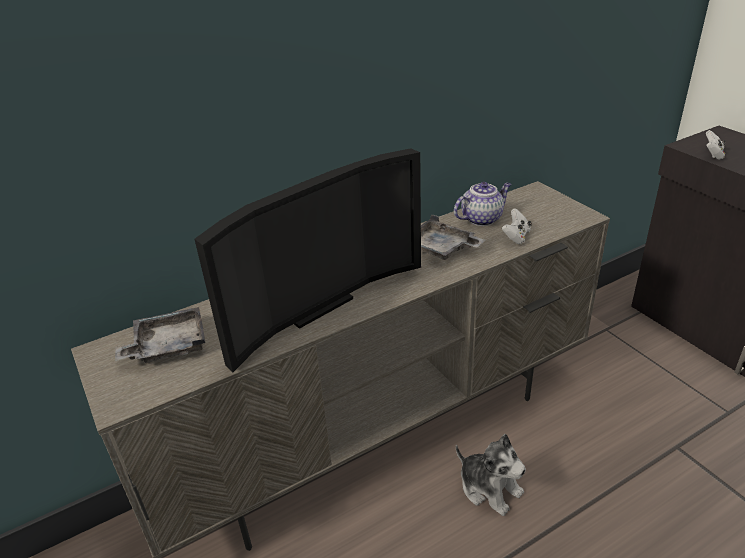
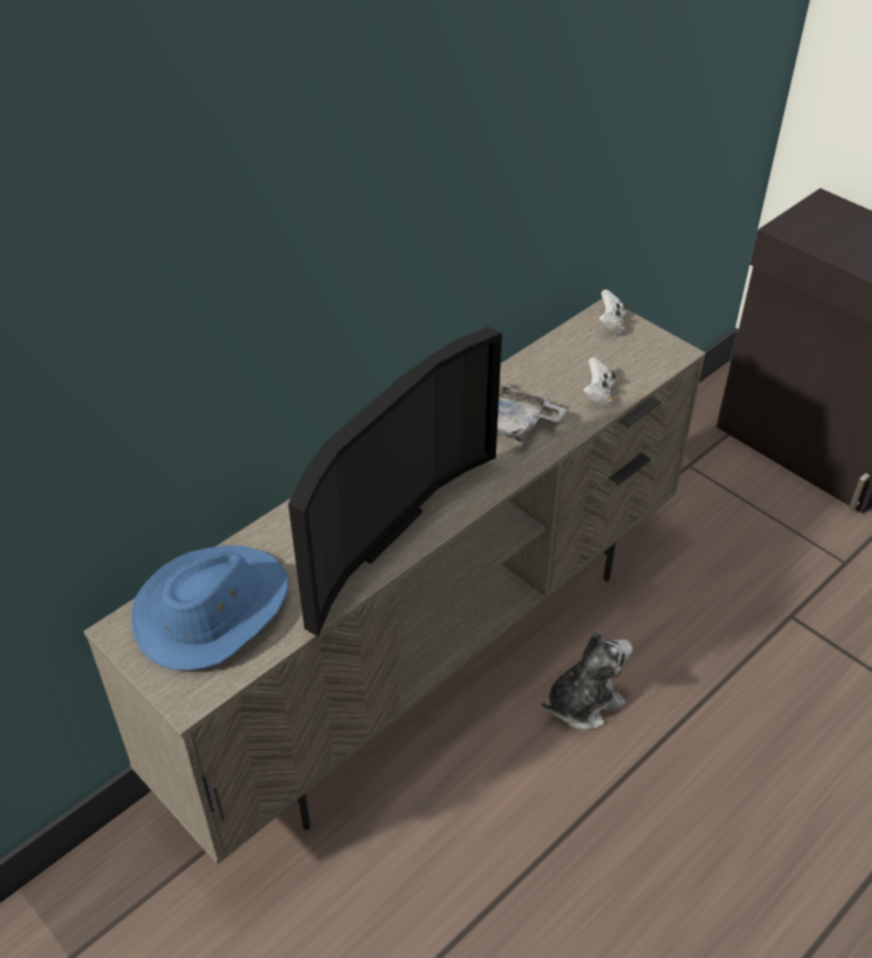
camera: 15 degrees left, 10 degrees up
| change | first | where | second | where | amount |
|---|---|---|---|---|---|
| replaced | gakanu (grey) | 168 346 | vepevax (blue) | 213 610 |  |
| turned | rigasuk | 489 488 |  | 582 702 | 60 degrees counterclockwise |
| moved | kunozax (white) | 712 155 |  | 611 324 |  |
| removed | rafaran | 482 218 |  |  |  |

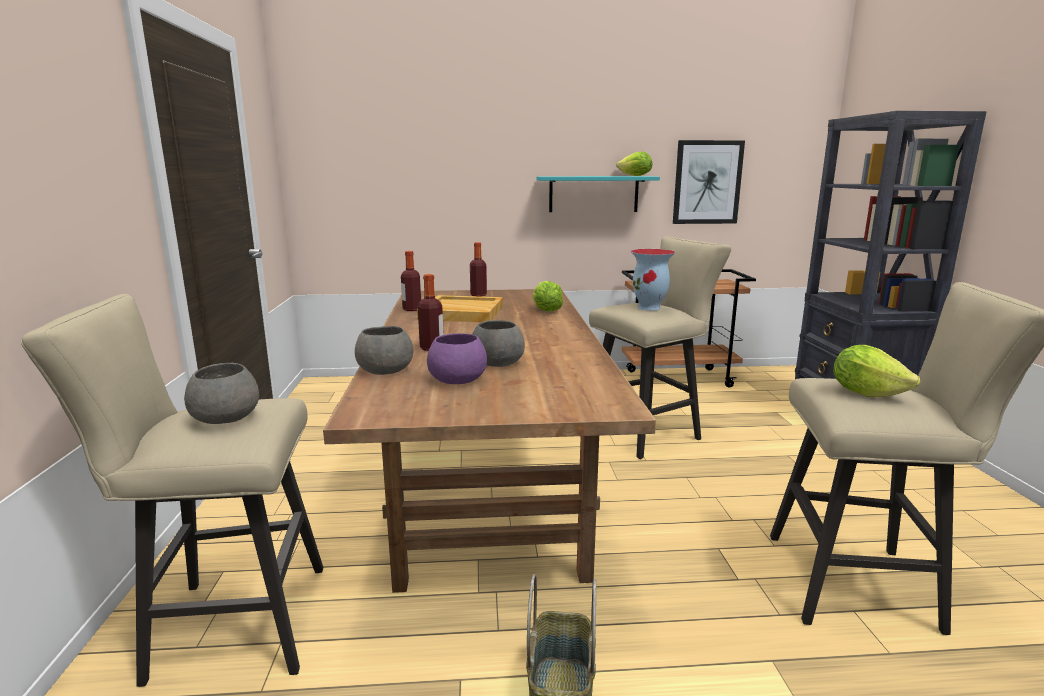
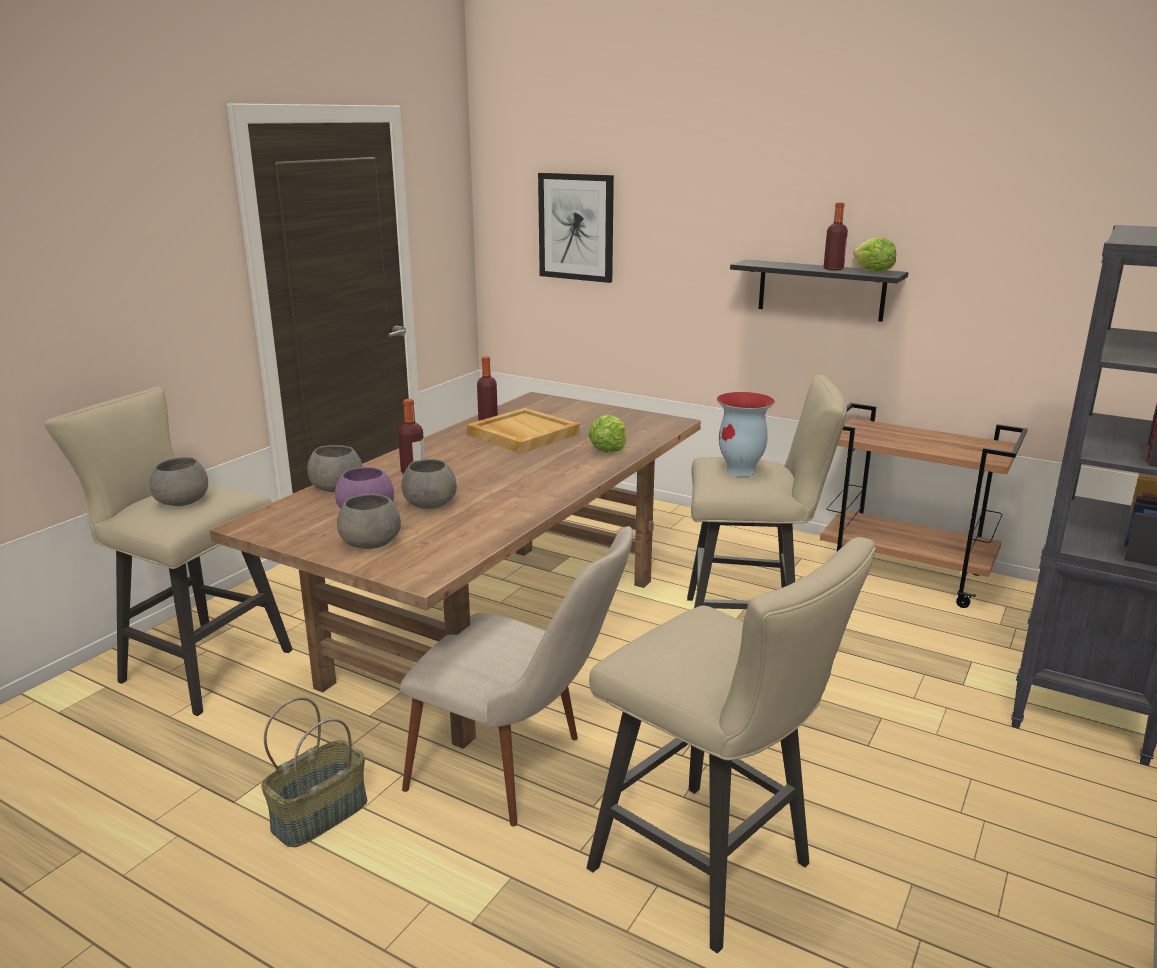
camera: 35 degrees right, 5 degrees up
| change | first | where | second | where | amount |
|---|---|---|---|---|---|
| added |  |  | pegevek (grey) | 372 542 |  |
| added |  |  | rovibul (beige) | 521 771 |  |
| moved | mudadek | 707 182 |  | 576 227 |  |
| recoloured | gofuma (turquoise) | 593 194 | gofuma (black) | 821 290 |  |
| moved | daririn | 478 295 |  | 833 269 |  |
| removed | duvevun | 866 393 |  |  |  |

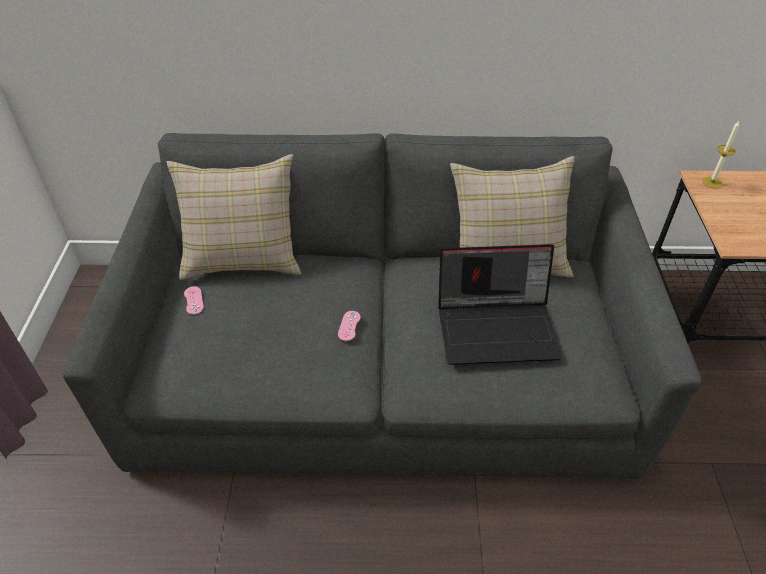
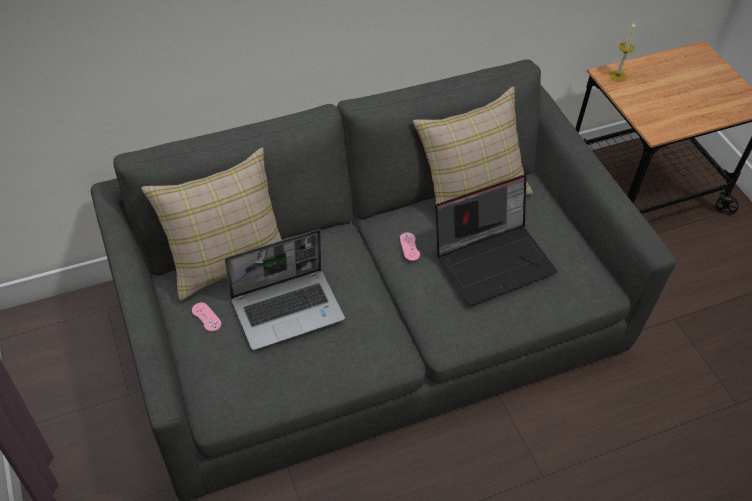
camera: 25 degrees left, 5 degrees up
| change | first | where | second | where | amount |
|---|---|---|---|---|---|
| added |  |  | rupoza | 288 309 |  |
| moved | kunozax (pink) | 349 326 |  | 409 246 |  |

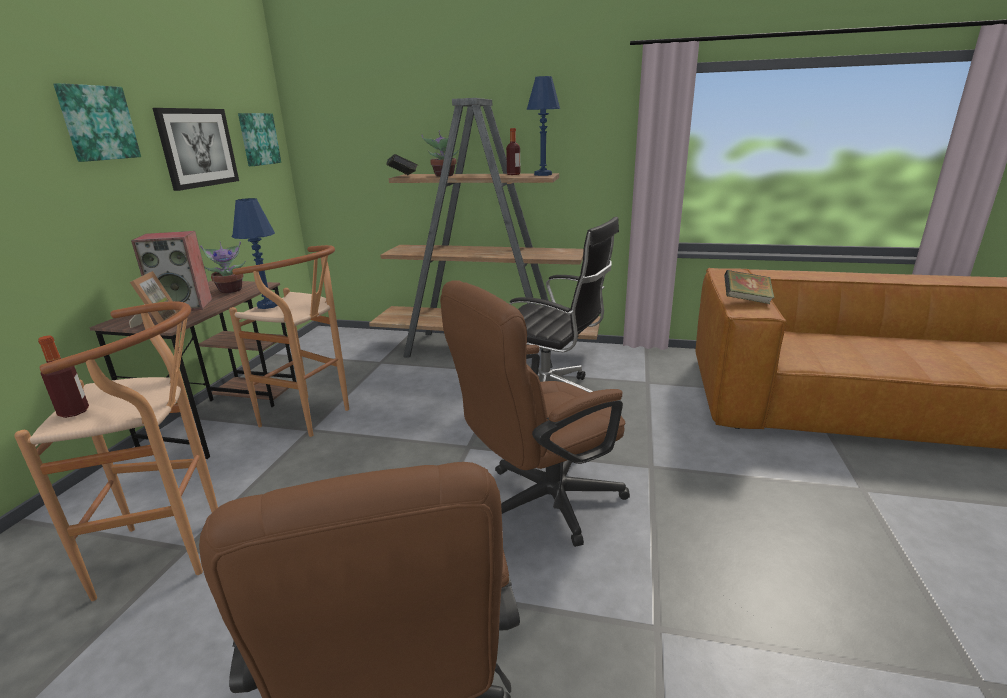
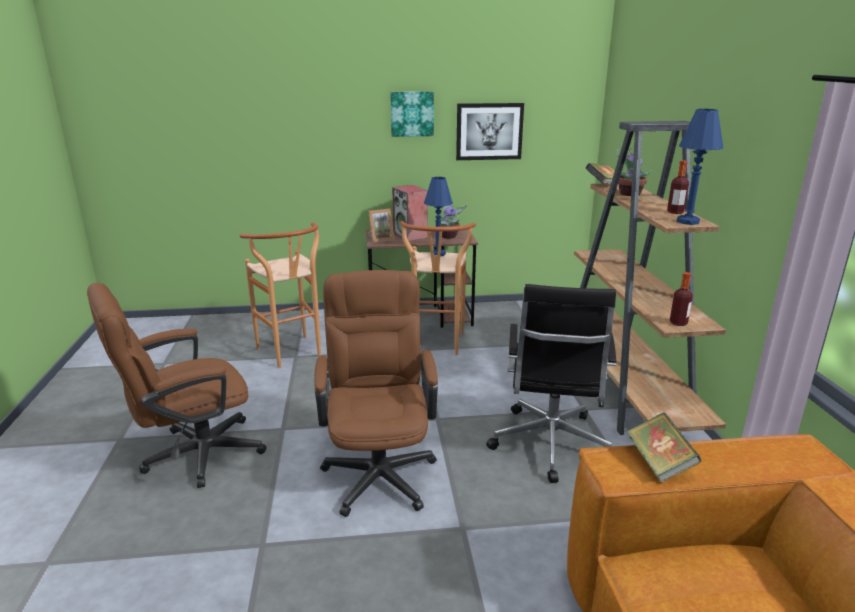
camera: 70 degrees right, 0 degrees up
| change | first | where | second | where | amount |
|---|---|---|---|---|---|
| turned | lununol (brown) | 539 502 |  | 379 468 | 45 degrees clockwise |
| moved | daririn | 74 412 |  | 678 323 |  |
| removed | mudadek | 258 139 |  |  |  |

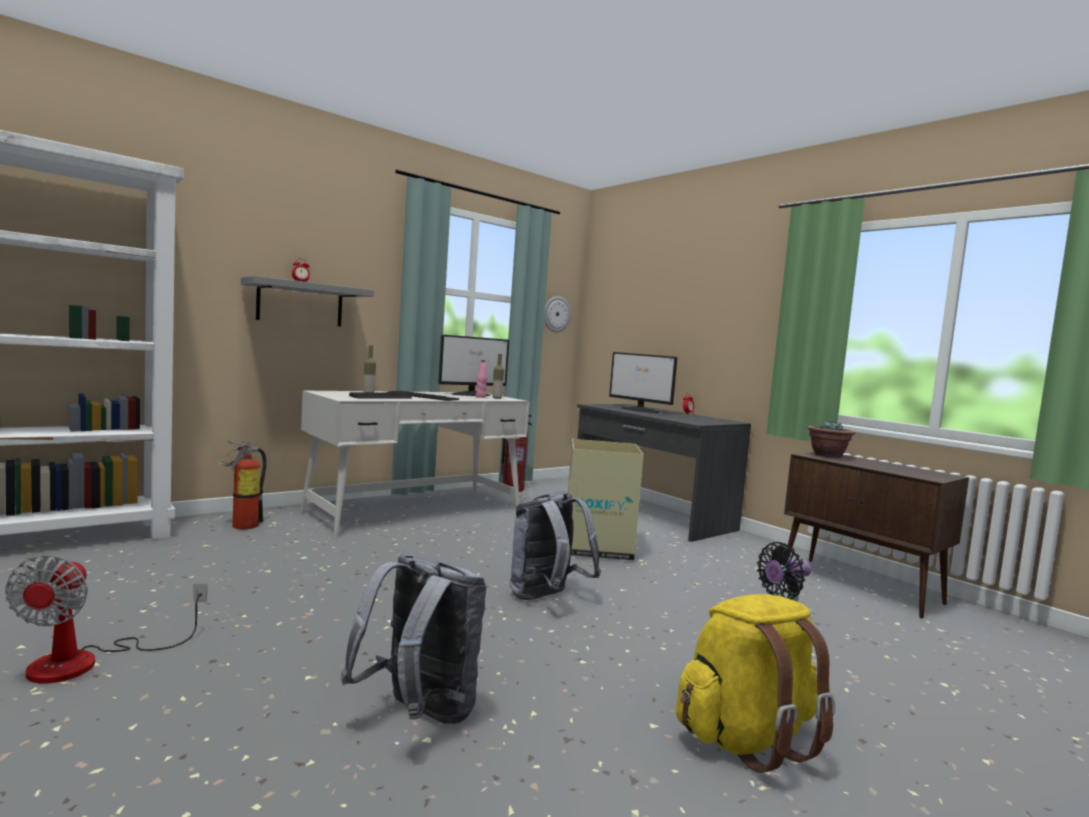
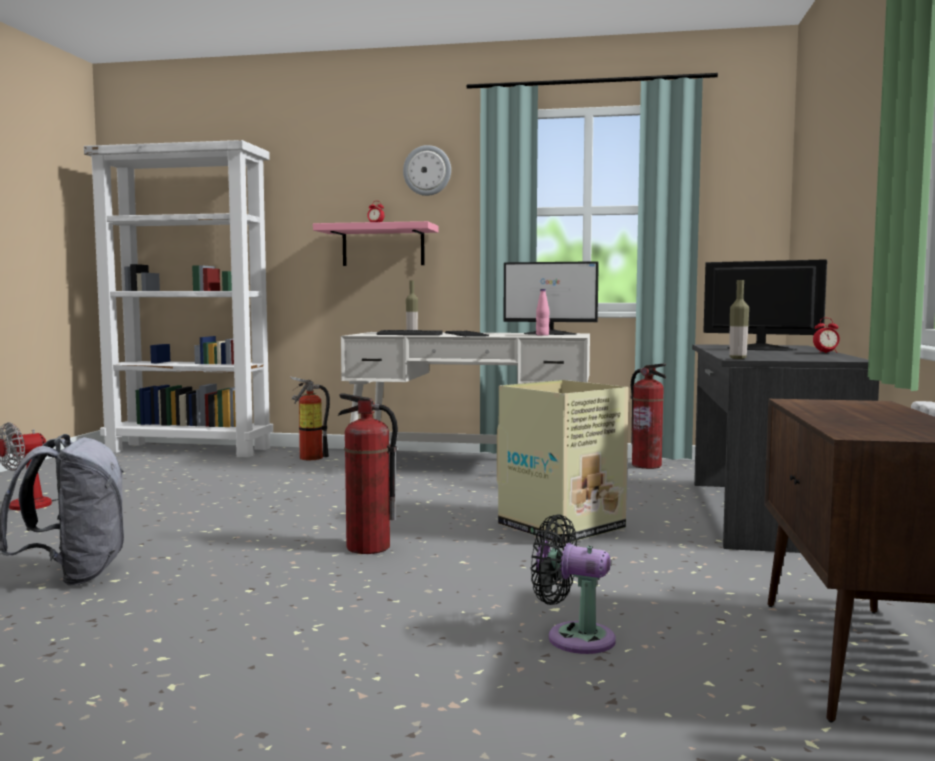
camera: 50 degrees right, 0 degrees up
| change | first | where | second | where | amount |
|---|---|---|---|---|---|
| recoloured | gofuma (grey) | 300 303 | gofuma (pink) | 383 246 |  |
| replaced | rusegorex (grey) | 546 598 | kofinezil | 368 547 |  |
| moved | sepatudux | 556 314 |  | 427 170 |  |
| turned | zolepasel | 640 410 |  | 759 349 | 120 degrees clockwise |
| moved | daririn | 497 398 |  | 737 358 |  |
| removed | rusegorex (yellow) | 747 739 |  |  |  |
| removed | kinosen | 827 455 |  |  |  |

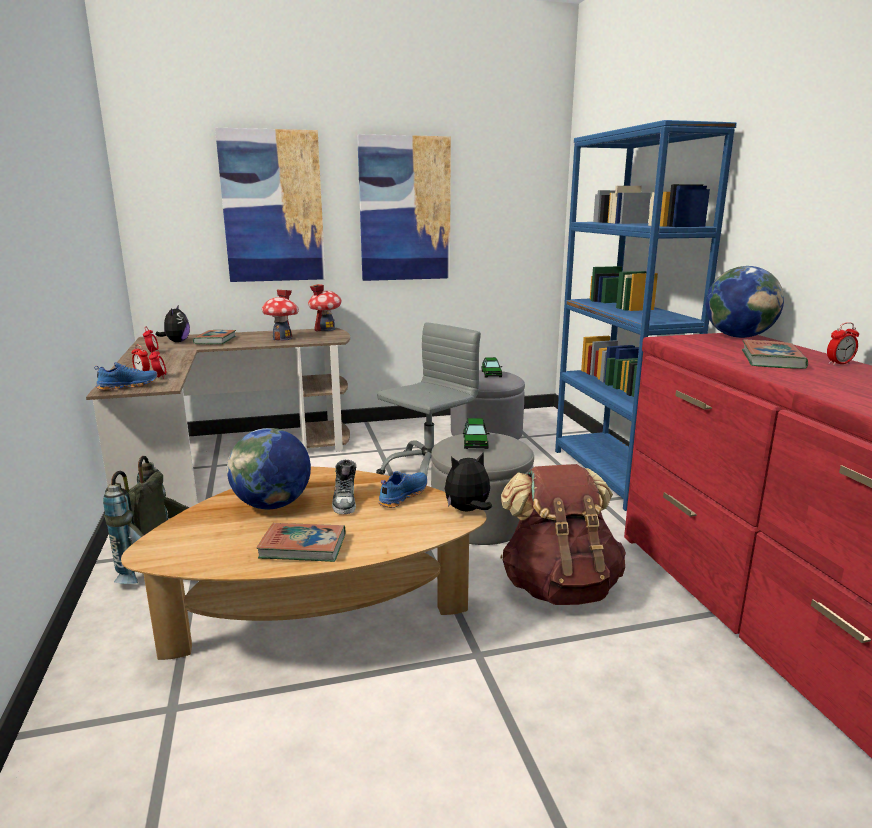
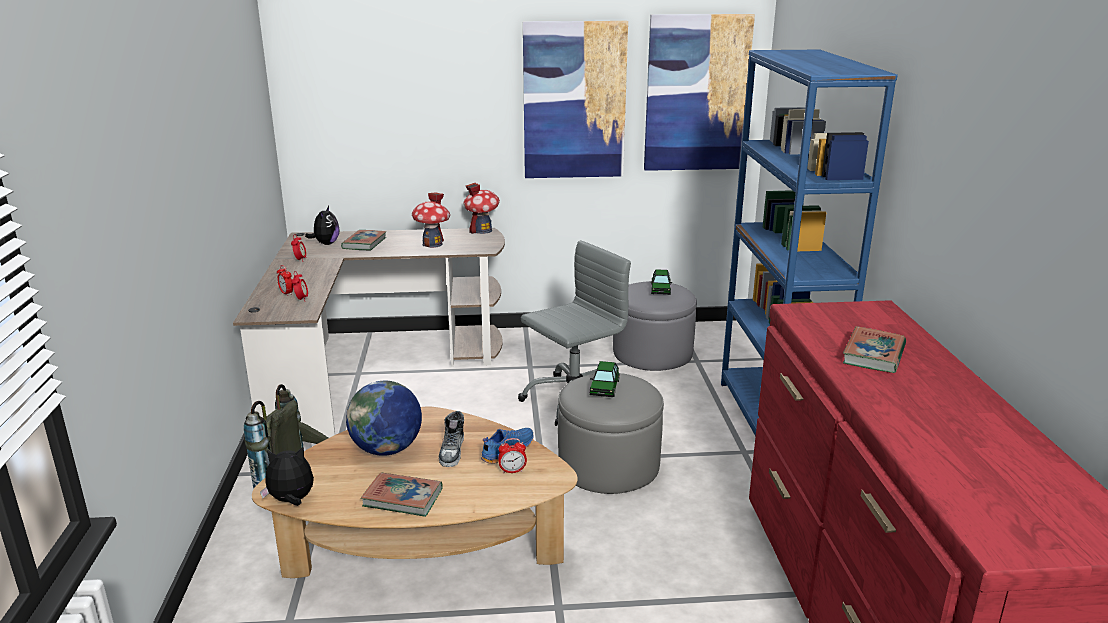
camera: 10 degrees right, 5 degrees up
| change | first | where | second | where | amount |
|---|---|---|---|---|---|
| moved | rigasuk | 468 511 |  | 291 501 |  |
| moved | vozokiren | 839 363 |  | 512 471 |  |
| moved | mudadek | 273 207 |  | 696 93 |  |
| removed | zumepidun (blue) | 128 386 |  |  |  |
| removed | rusegorex (brown) | 559 587 |  |  |  |
| removed | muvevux | 738 336 |  |  |  |

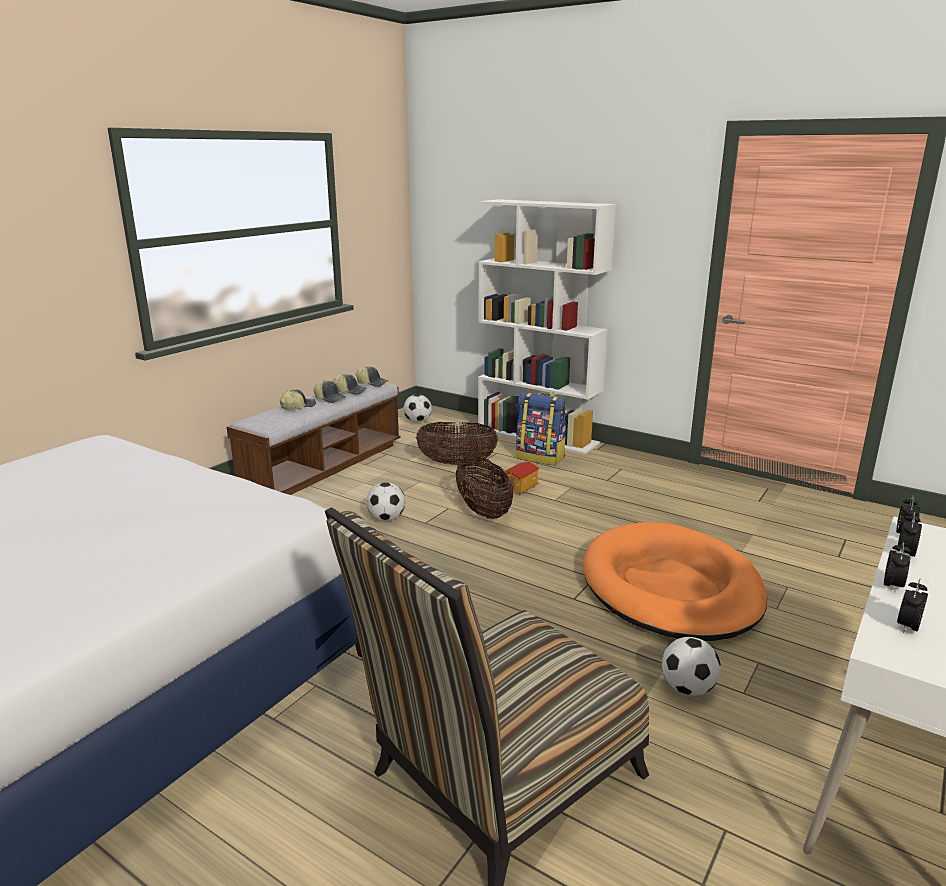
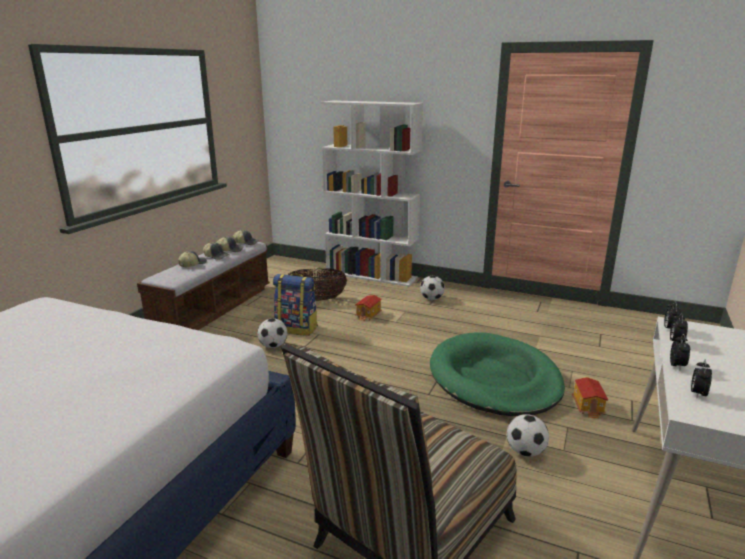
camera: 10 degrees left, 0 degrees up
| change | first | where | second | where | amount |
|---|---|---|---|---|---|
| moved | rusegorex | 541 457 |  | 297 328 |  |
| moved | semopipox | 417 421 |  | 431 299 |  |
| recoloured | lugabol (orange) | 671 587 | lugabol (green) | 494 379 |  |
| added |  |  | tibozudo | 588 407 |  |
| removed | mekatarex | 483 511 |  |  |  |

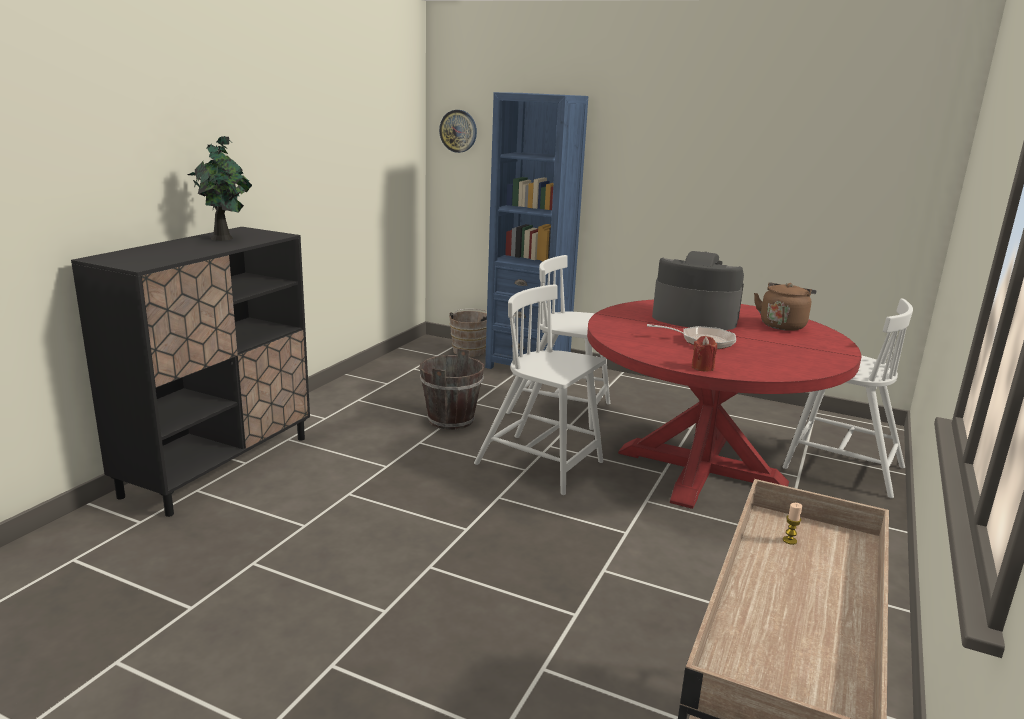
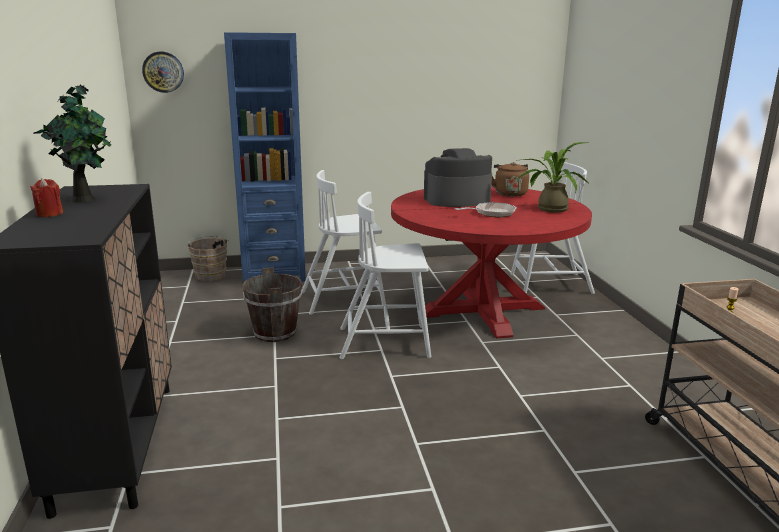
camera: 35 degrees left, 0 degrees up
| change | first | where | second | where | amount |
|---|---|---|---|---|---|
| moved | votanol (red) | 702 367 |  | 49 214 |  |
| added |  |  | kinosen | 548 208 |  |

